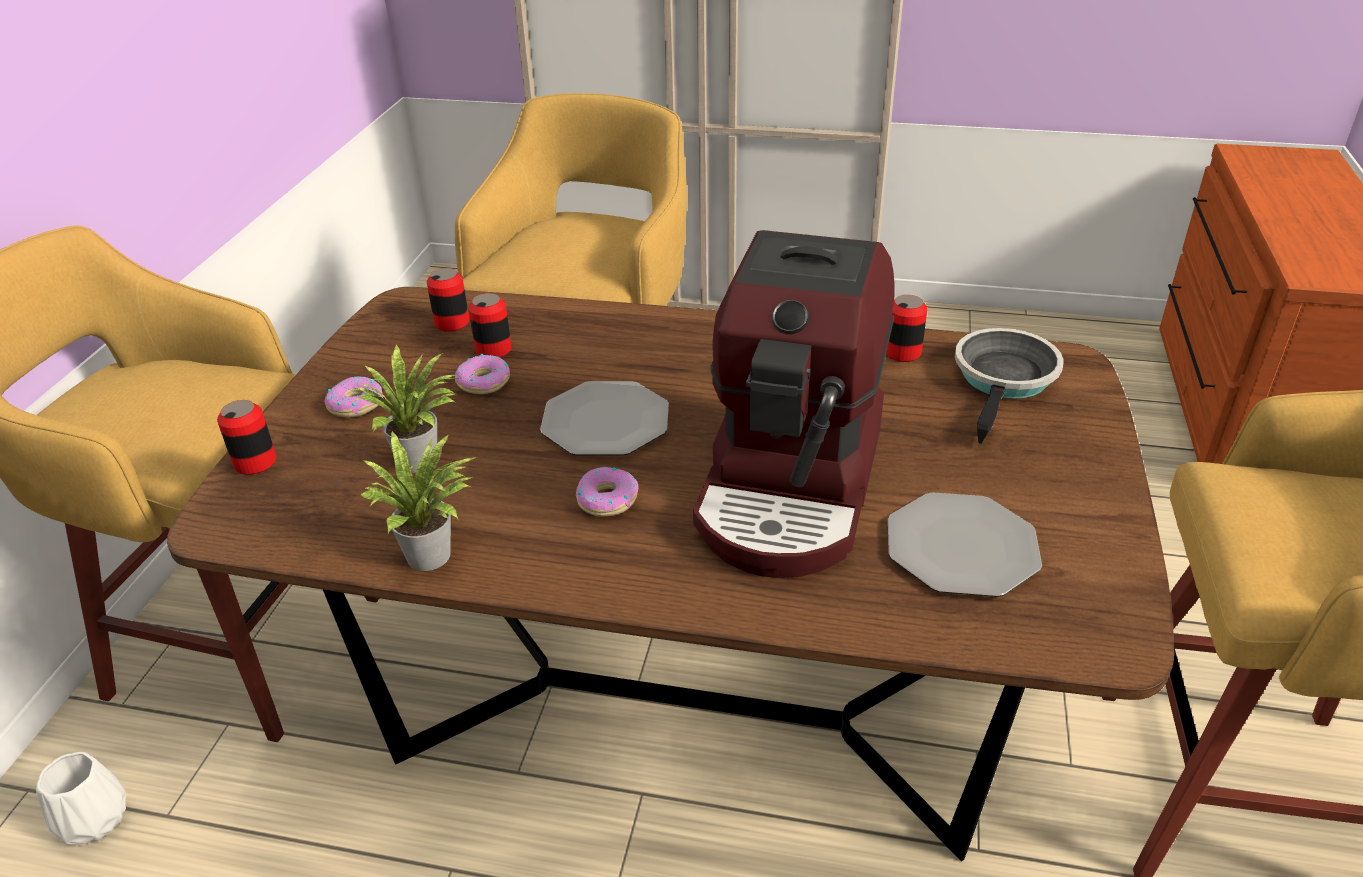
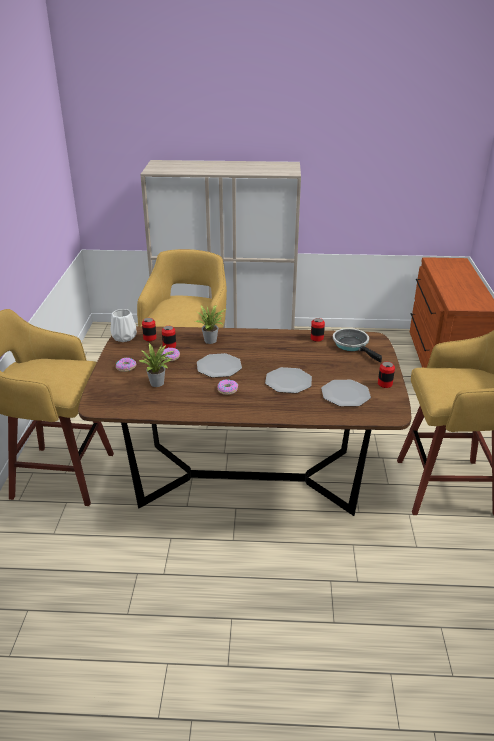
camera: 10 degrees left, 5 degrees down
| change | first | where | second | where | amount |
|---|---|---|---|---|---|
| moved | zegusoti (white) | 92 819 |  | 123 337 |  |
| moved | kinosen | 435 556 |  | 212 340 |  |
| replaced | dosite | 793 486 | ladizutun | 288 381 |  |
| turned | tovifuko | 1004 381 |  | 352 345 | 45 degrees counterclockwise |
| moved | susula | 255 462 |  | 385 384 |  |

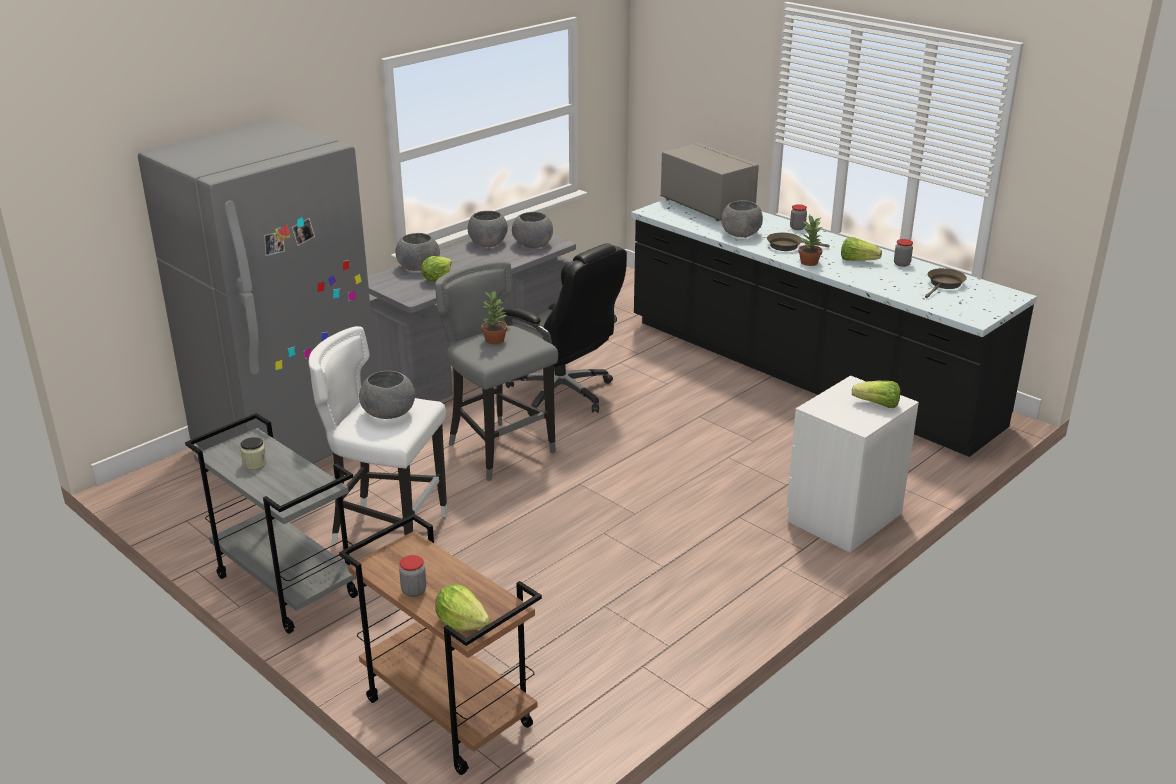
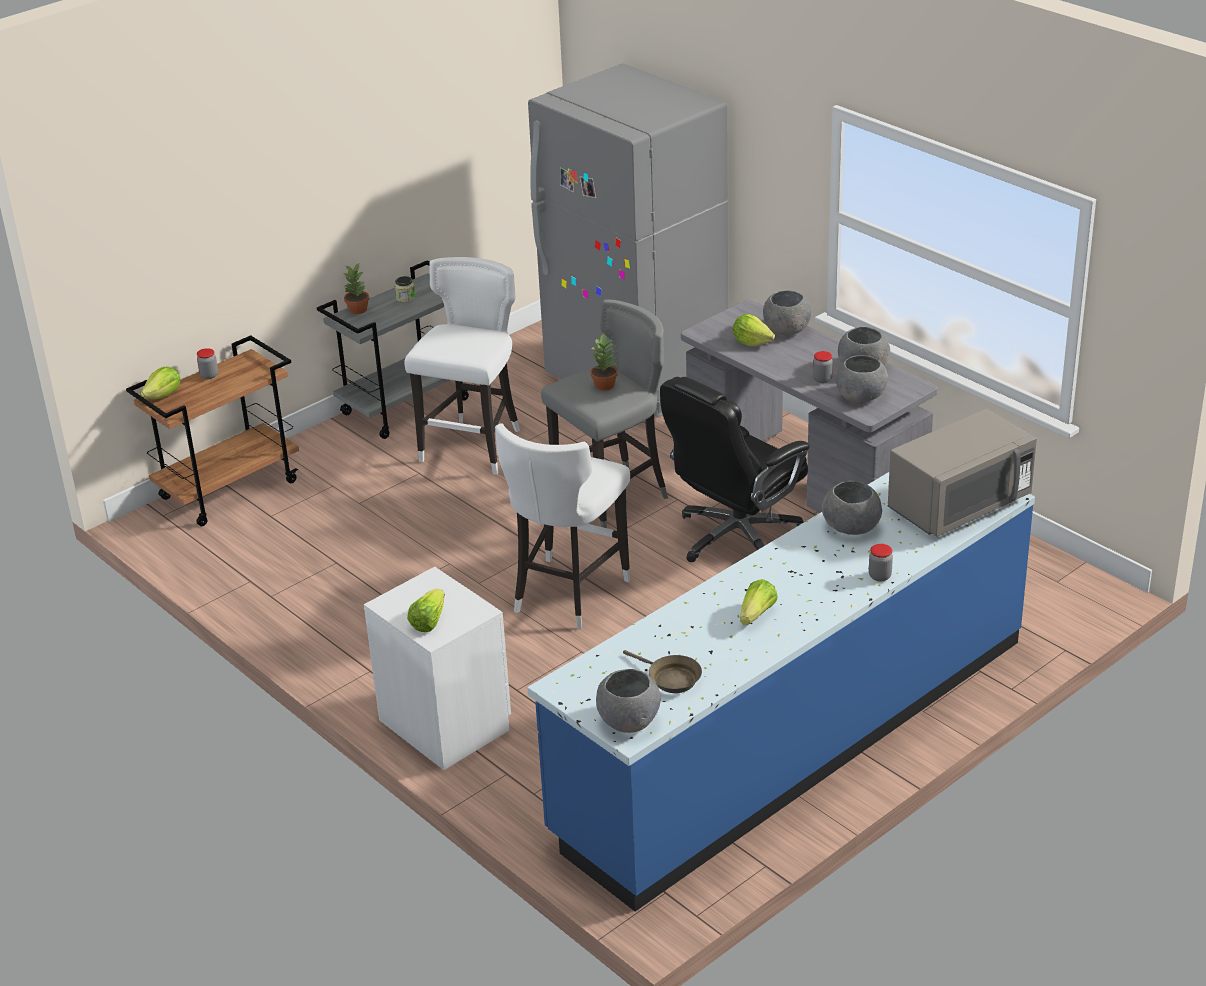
camera: 95 degrees right, 5 degrees up
| change | first | where | second | where | amount |
|---|---|---|---|---|---|
| moved | kinosen | 809 262 |  | 358 310 |  |
| added |  |  | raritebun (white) | 567 594 |  |
| recoloured | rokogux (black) | 805 373 | rokogux (blue) | 792 736 |  |
| moved | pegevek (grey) | 388 413 |  | 629 719 |  |
| moved | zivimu | 901 264 |  | 822 379 |  |
| removed | tovifuko (brown) | 787 246 |  |  |  |

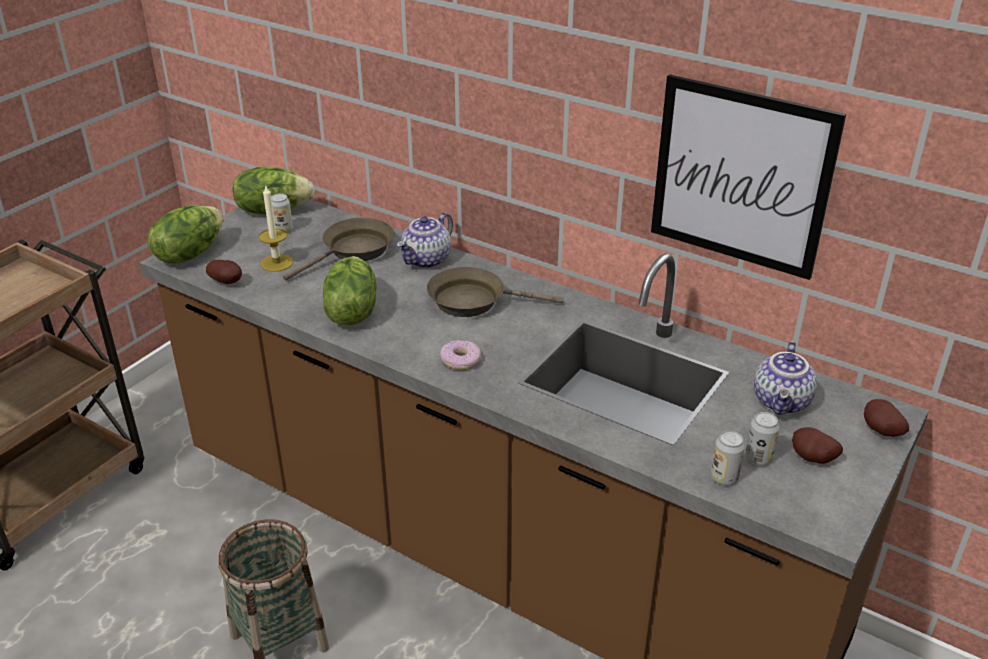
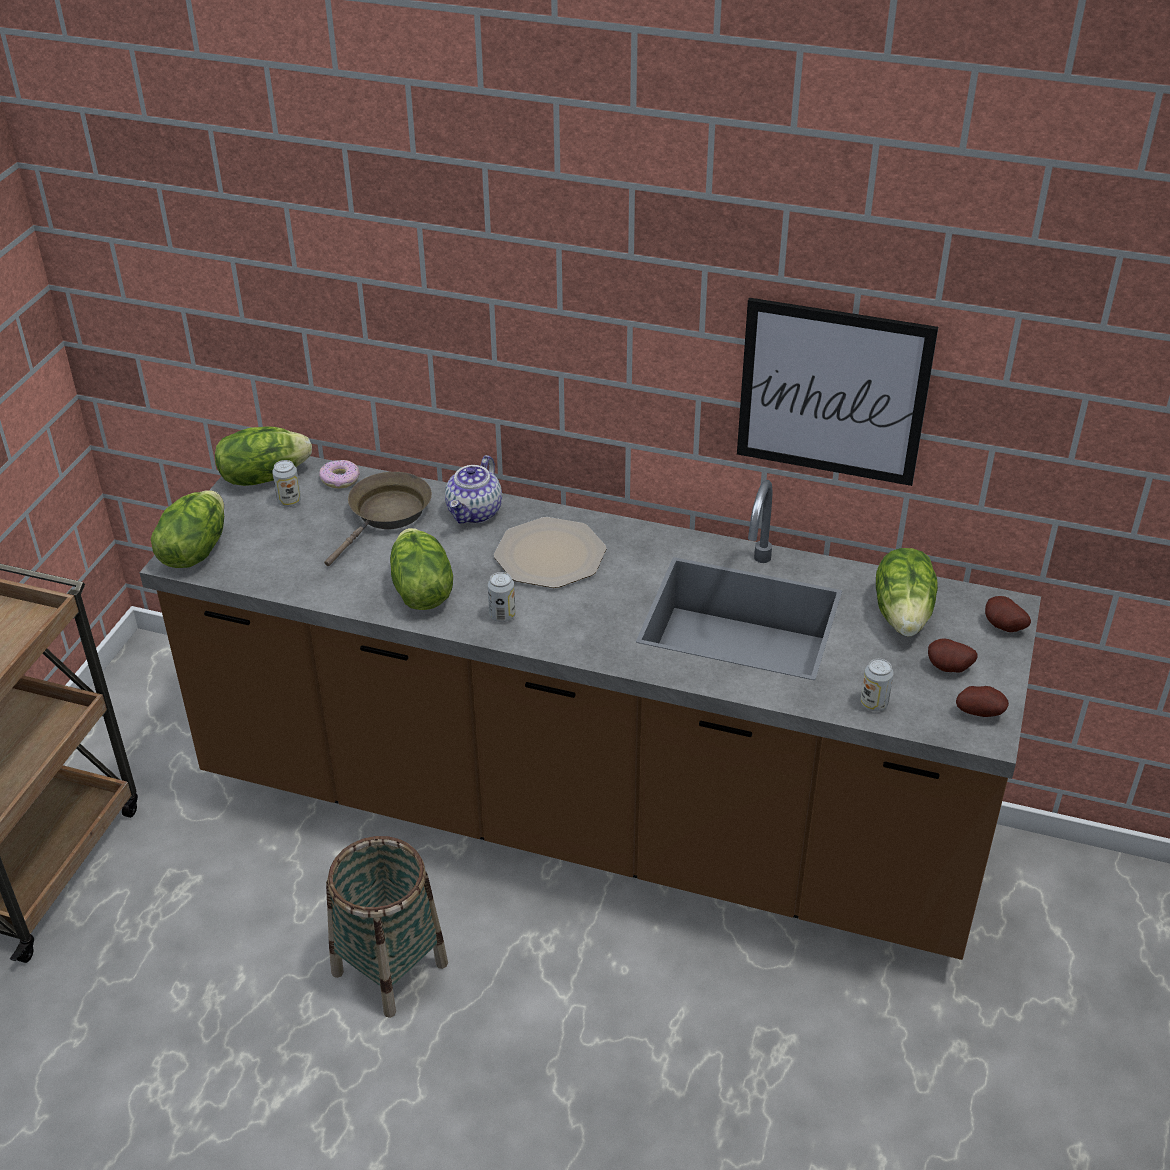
camera: 15 degrees left, 5 degrees up
| change | first | where | second | where | amount |
|---|---|---|---|---|---|
| moved | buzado | 461 360 |  | 340 479 |  |
| moved | susula | 758 458 |  | 502 615 |  |
| replaced | tovifuko (brown) | 473 301 | ladizutun | 549 555 |  |
| replaced | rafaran | 783 402 | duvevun | 904 614 |  |
| moved | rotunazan | 227 282 |  | 980 712 |  |
| removed | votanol | 276 263 |  |  |  |

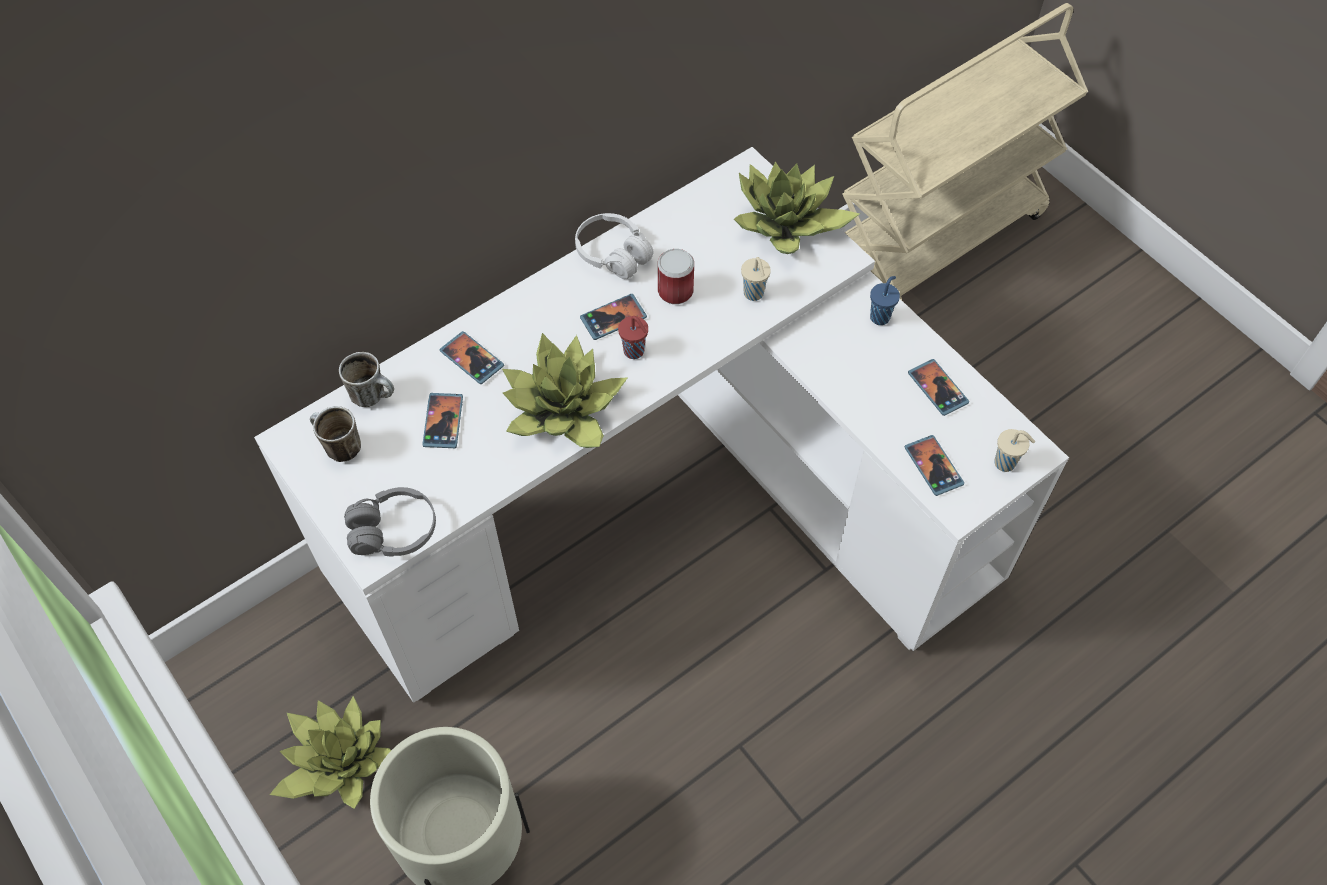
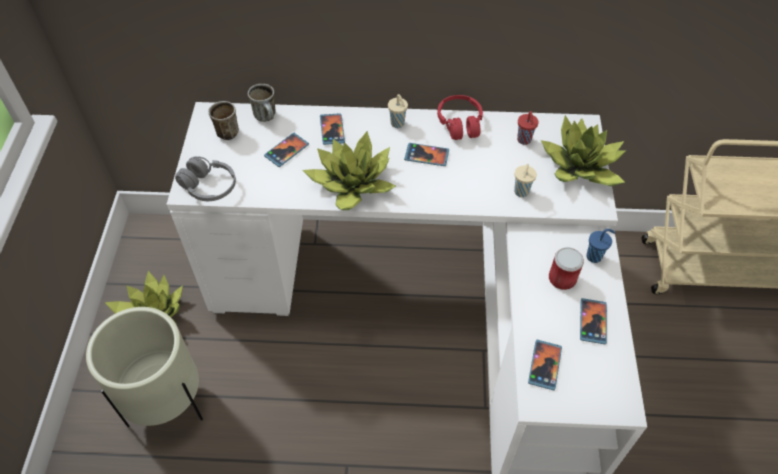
camera: 40 degrees right, 5 degrees down
| change | first | where | second | where | amount |
|---|---|---|---|---|---|
| moved | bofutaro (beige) | 1006 463 |  | 398 124 |  |
| recoloured | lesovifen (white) | 613 254 | lesovifen (red) | 460 123 |  |
| moved | bofutaro (red) | 635 352 |  | 524 140 |  |
| moved | susula | 675 291 |  | 562 279 |  |

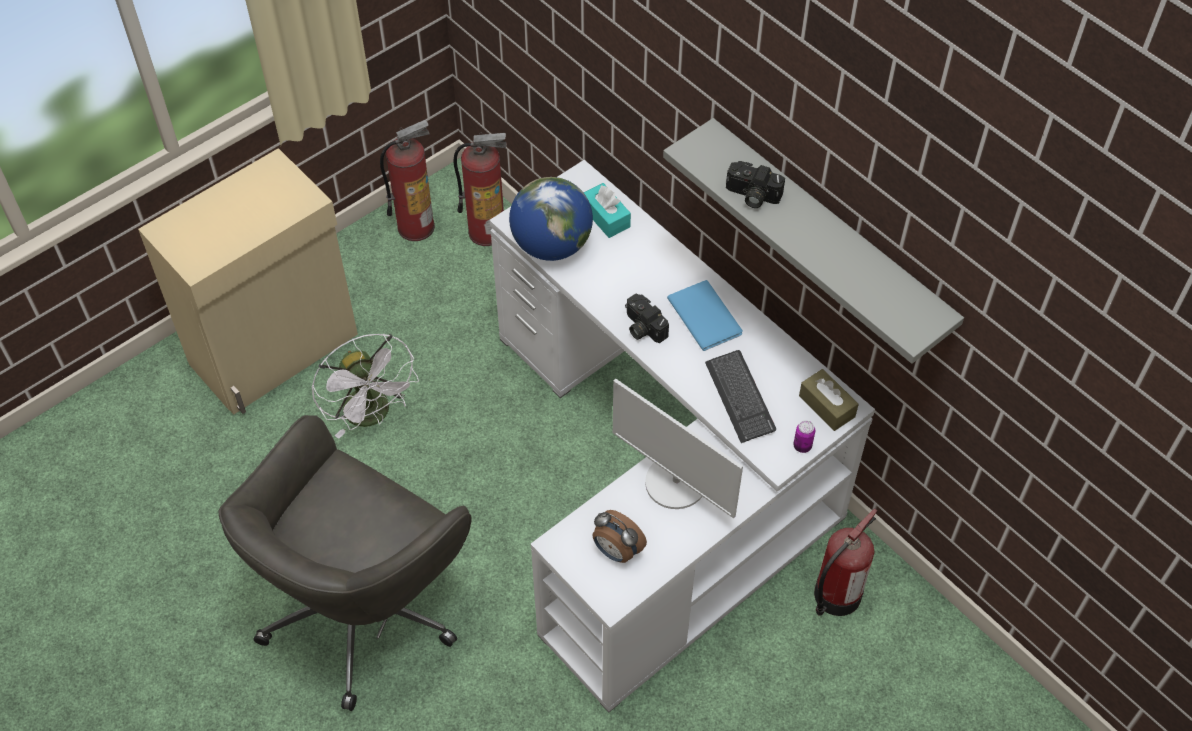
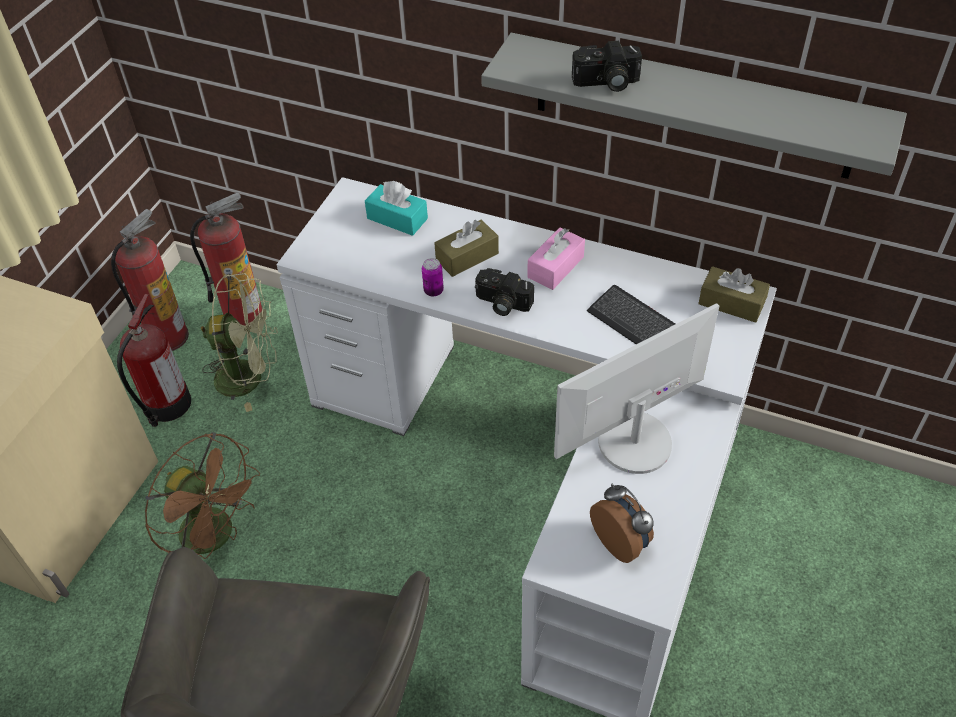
camera: 25 degrees left, 5 degrees down
| change | first | where | second | where | amount |
|---|---|---|---|---|---|
| moved | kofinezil | 835 596 |  | 166 406 |  |
| recoloured | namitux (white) | 373 415 | namitux (brown) | 217 535 |  |
| added |  |  | namitux (green) | 250 377 |  |
| moved | susula | 802 446 |  | 433 291 |  |
| added |  |  | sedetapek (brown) | 467 257 |  |
| replaced | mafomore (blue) | 705 314 | sedetapek (pink) | 555 267 |  |
| turned | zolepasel | 676 483 |  | 633 442 | 135 degrees clockwise |
| turned | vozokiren | 616 551 |  | 621 542 | 135 degrees counterclockwise |
| removed | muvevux | 552 245 |  |  |  |

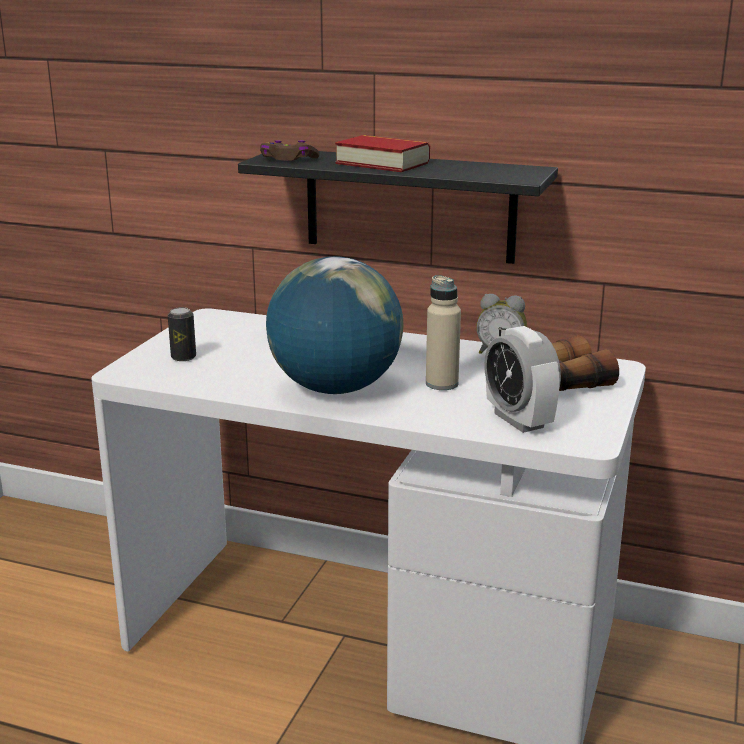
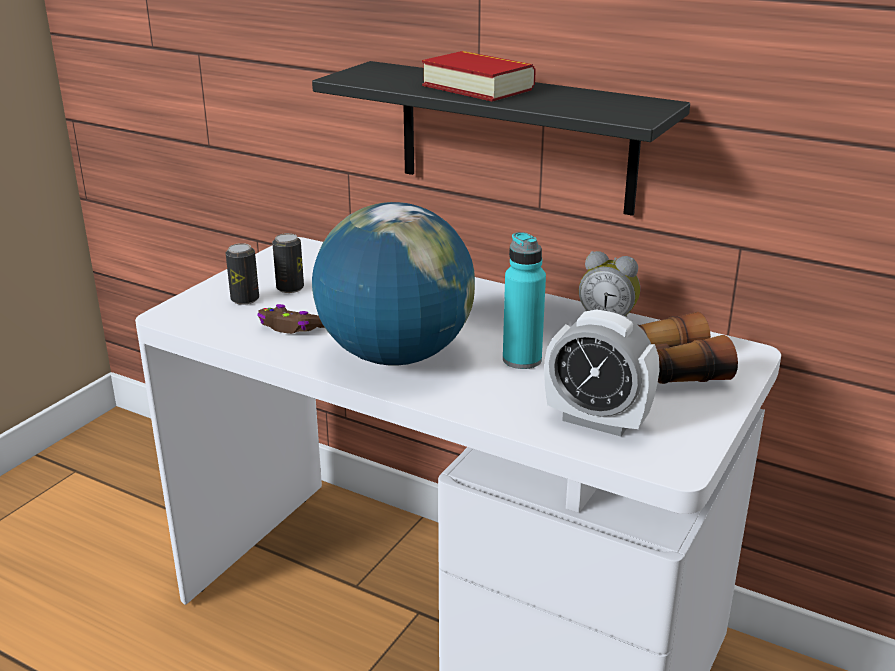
camera: 10 degrees right, 5 degrees up
| change | first | where | second | where | amount |
|---|---|---|---|---|---|
| moved | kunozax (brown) | 288 159 |  | 291 327 |  |
| added |  |  | susula | 290 288 |  |
| recoloured | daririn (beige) | 442 384 | daririn (turquoise) | 522 360 |  |
| turned | vozokiren | 519 420 |  | 597 421 | 45 degrees counterclockwise |

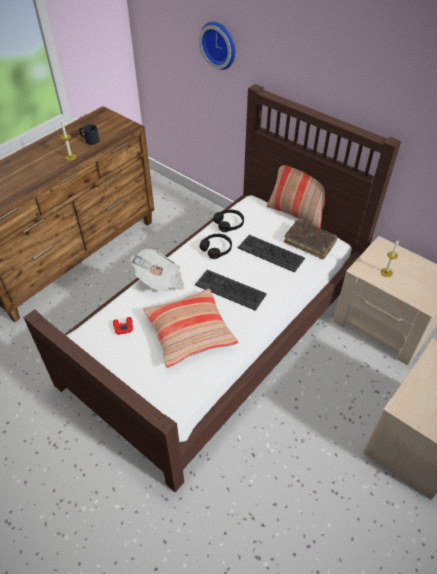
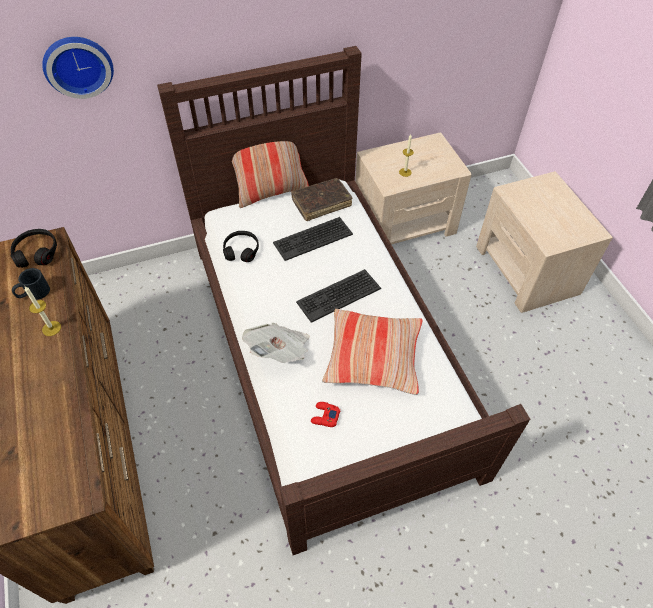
camera: 60 degrees left, 5 degrees up
| change | first | where | second | where | amount |
|---|---|---|---|---|---|
| moved | lesovifen (black) | 216 249 |  | 36 252 |  |

